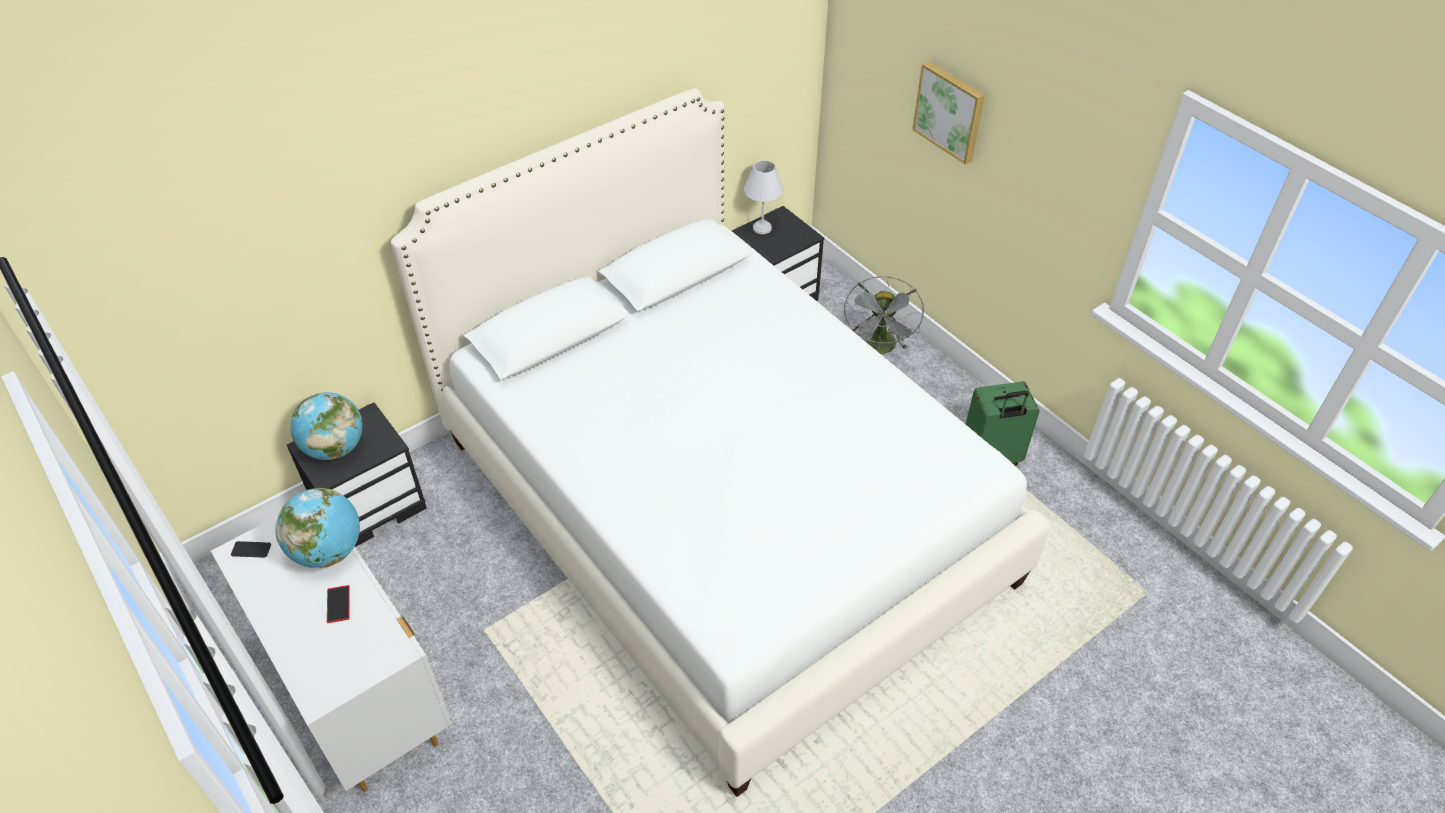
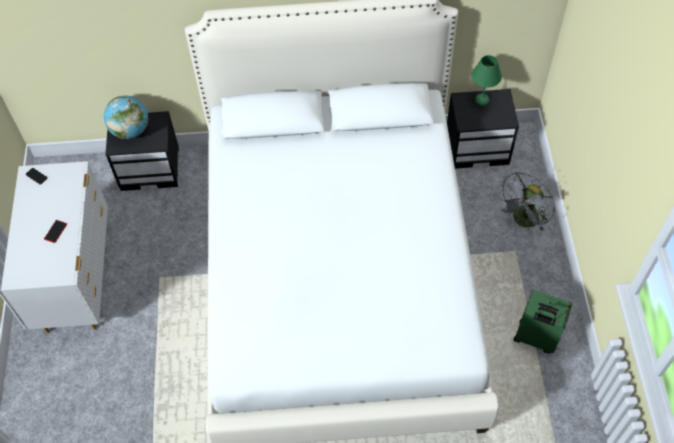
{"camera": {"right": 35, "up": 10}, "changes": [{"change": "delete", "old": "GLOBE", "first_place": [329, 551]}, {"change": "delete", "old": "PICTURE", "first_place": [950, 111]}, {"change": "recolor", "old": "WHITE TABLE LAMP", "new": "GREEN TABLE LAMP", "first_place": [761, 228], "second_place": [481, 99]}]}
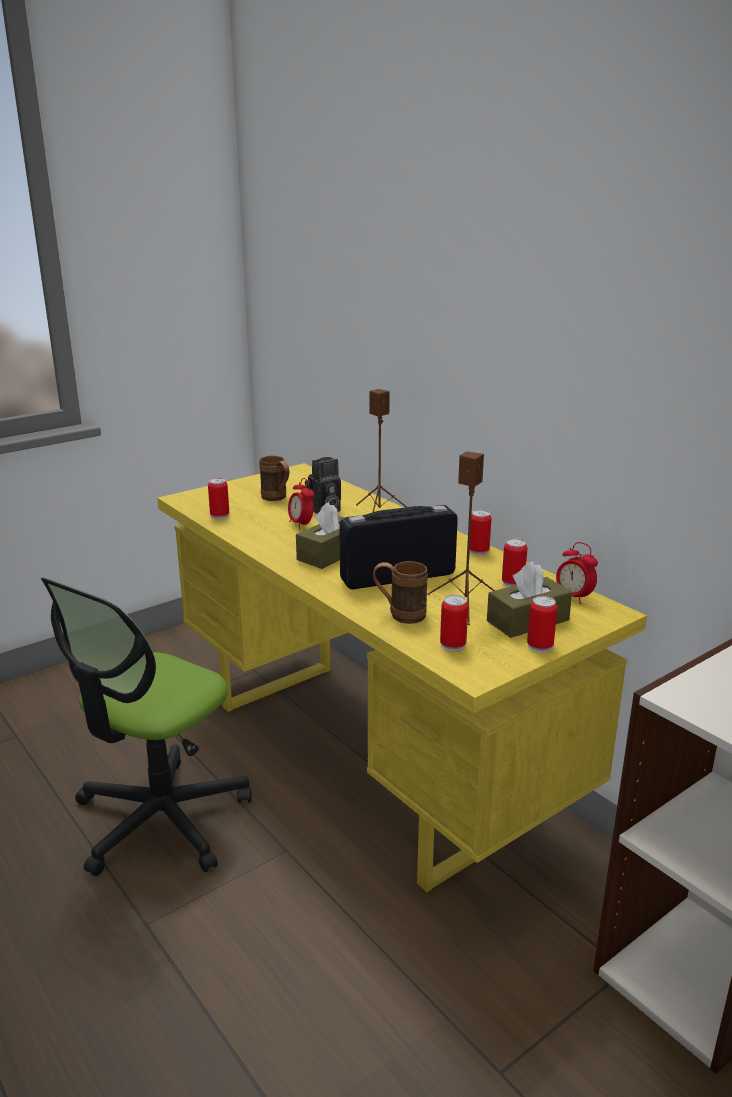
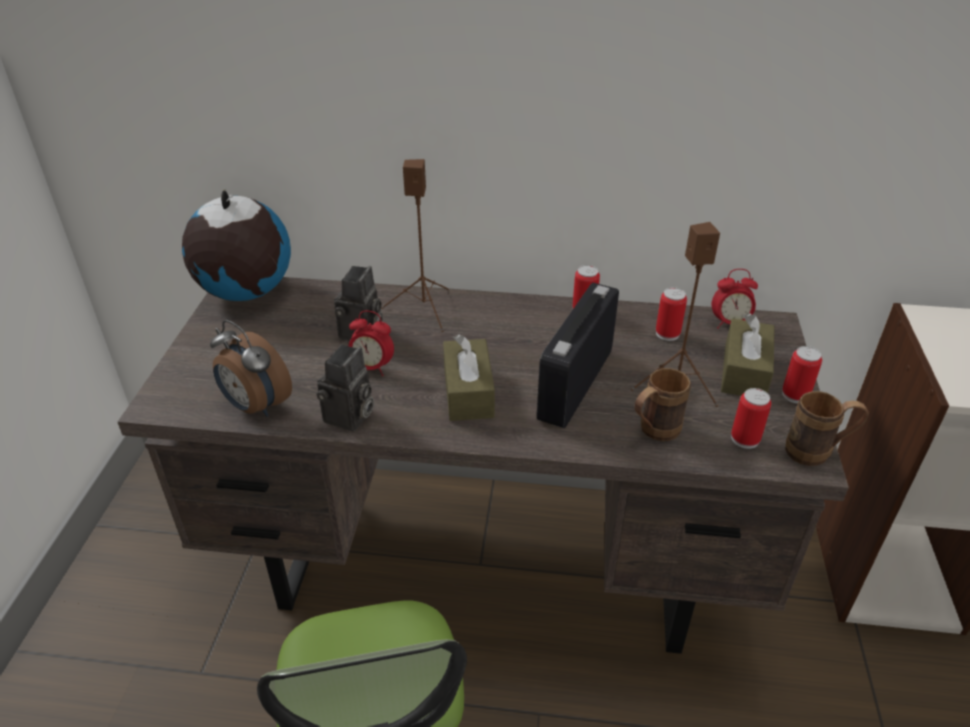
{"camera": {"right": -45, "up": 15}, "changes": [{"change": "insert", "new": "GLOBE", "second_place": [245, 292]}, {"change": "insert", "new": "PHOTO CAMERA", "second_place": [349, 418]}, {"change": "move", "old": "BROWN MUG", "first_place": [277, 498], "second_place": [817, 453]}, {"change": "replace", "old": "CAN", "new": "ALARM CLOCK", "first_place": [219, 516], "second_place": [255, 406]}, {"change": "recolor", "old": "YELLOW DESK", "new": "BROWN DESK", "first_place": [369, 759], "second_place": [488, 562]}]}
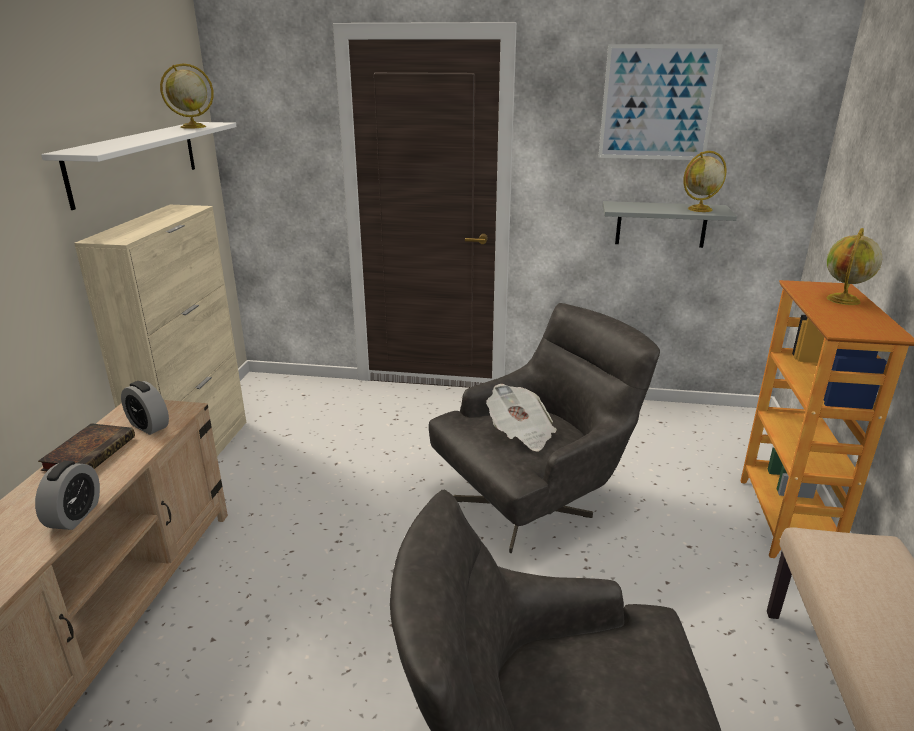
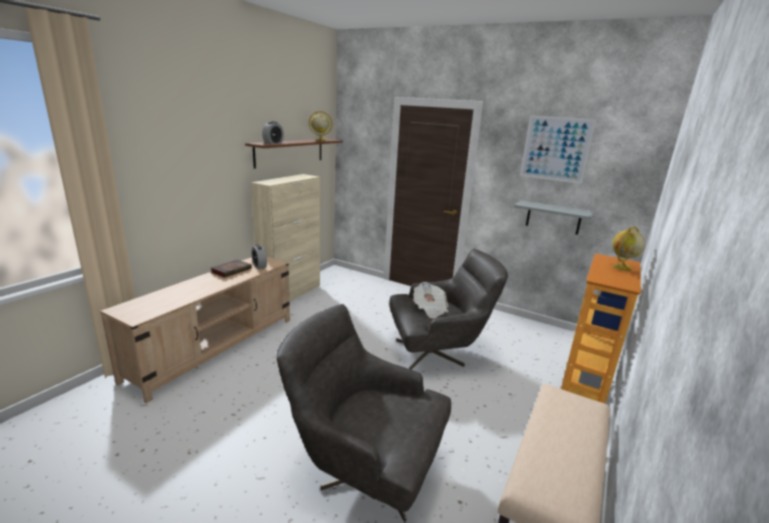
{"camera": {"right": 20, "up": -5}, "changes": [{"change": "delete", "old": "GLOBE", "first_place": [699, 209]}, {"change": "move", "old": "ALARM CLOCK", "first_place": [75, 516], "second_place": [273, 143]}, {"change": "recolor", "old": "WHITE SHELF", "new": "BROWN SHELF", "first_place": [135, 161], "second_place": [290, 152]}]}
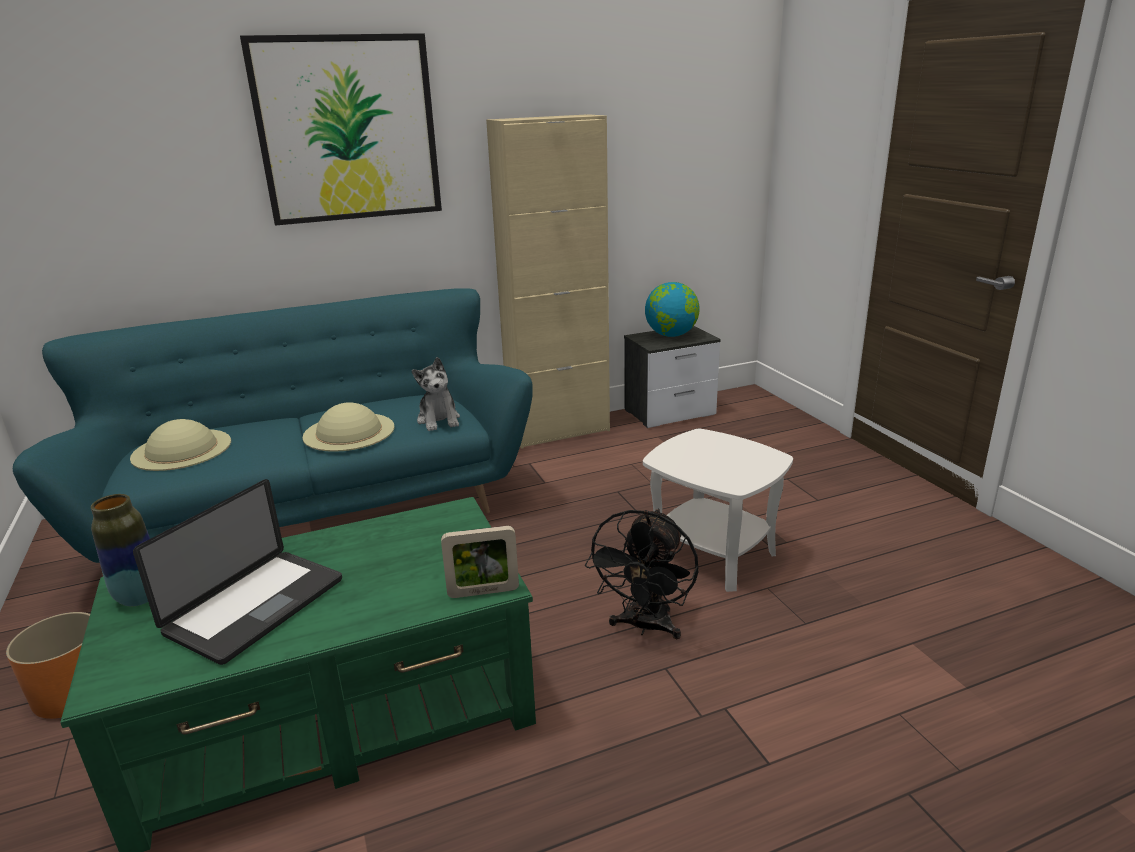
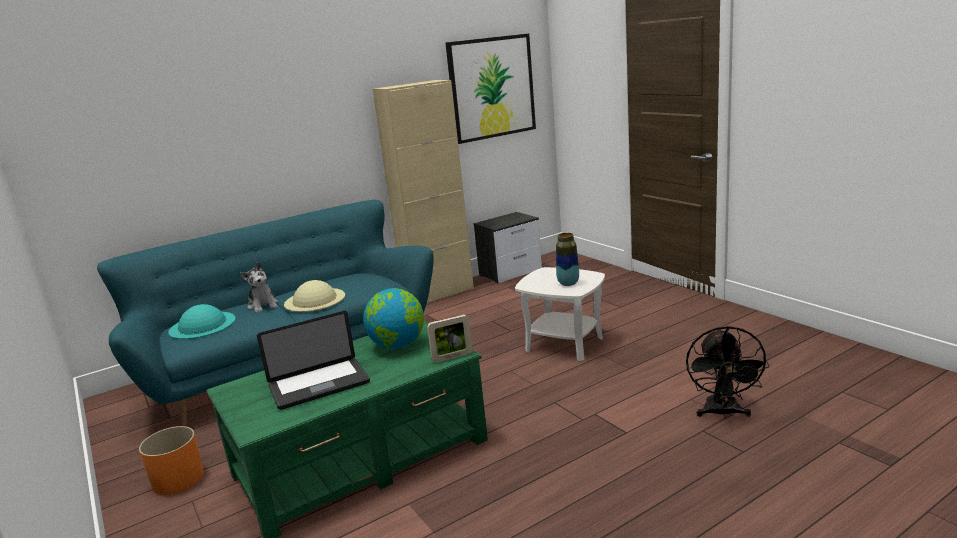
{"camera": {"right": -10, "up": -5}, "changes": [{"change": "move", "old": "VASE", "first_place": [140, 597], "second_place": [568, 283]}, {"change": "move", "old": "PICTURE", "first_place": [348, 130], "second_place": [491, 88]}, {"change": "move", "old": "PLUSH TOY", "first_place": [439, 420], "second_place": [263, 305]}, {"change": "move", "old": "BLACK FAN", "first_place": [645, 627], "second_place": [722, 413]}, {"change": "move", "old": "GLOBE", "first_place": [671, 335], "second_place": [398, 345]}, {"change": "recolor", "old": "BEIGE HAT", "new": "TURQUOISE HAT", "first_place": [181, 449], "second_place": [202, 325]}, {"change": "rotate", "old": "LAPTOP", "first_place": [256, 606], "second_place": [319, 385], "degrees": 45}]}
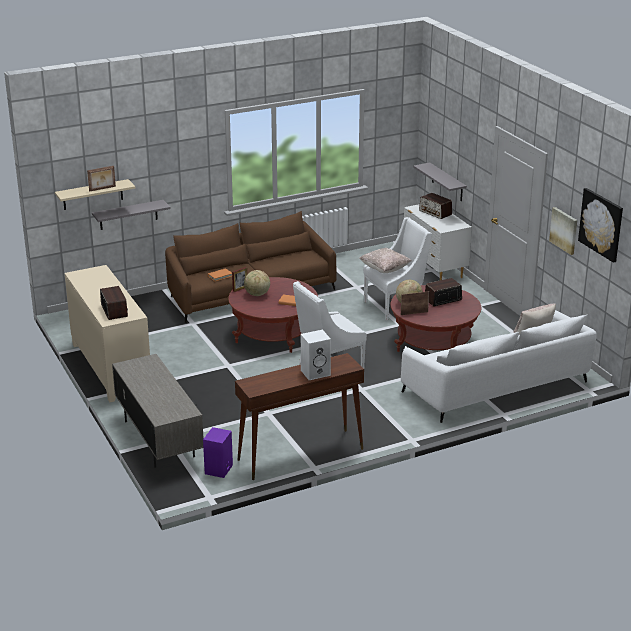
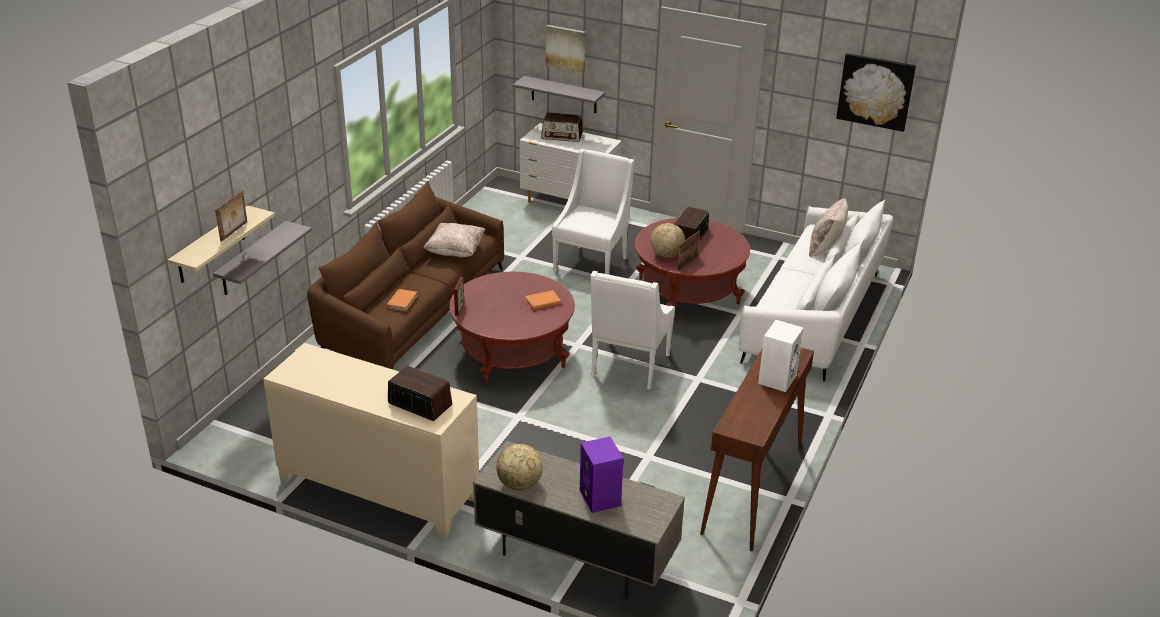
{"camera": {"right": -40, "up": 5}, "changes": [{"change": "move", "old": "PURPLE SPEAKER", "first_place": [219, 470], "second_place": [601, 498]}, {"change": "move", "old": "GLOBE", "first_place": [257, 294], "second_place": [519, 485]}, {"change": "move", "old": "BEIGE PILLOW", "first_place": [384, 269], "second_place": [455, 252]}, {"change": "move", "old": "PICTURE", "first_place": [564, 230], "second_place": [566, 48]}]}
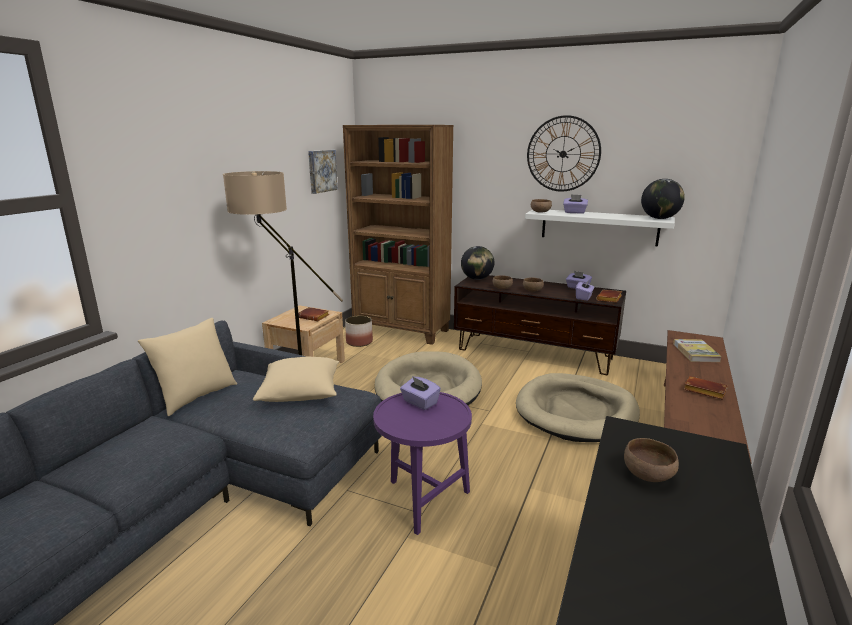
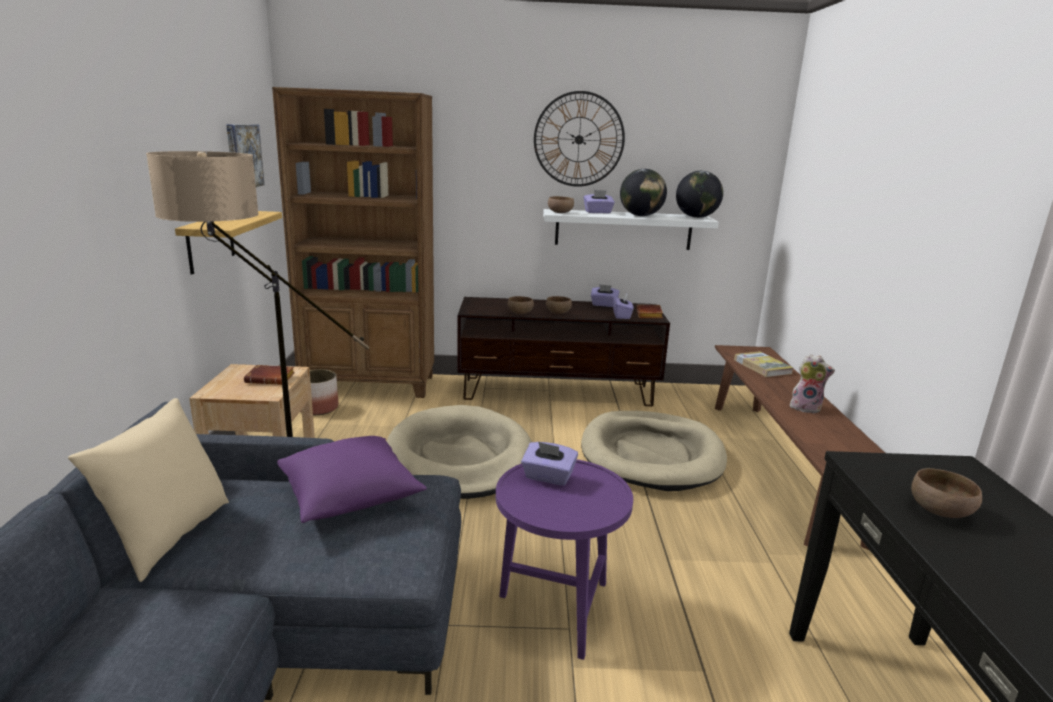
{"camera": {"right": -25, "up": 0}, "changes": [{"change": "insert", "new": "SHELF", "second_place": [210, 241]}, {"change": "move", "old": "GLOBE", "first_place": [477, 279], "second_place": [641, 216]}, {"change": "replace", "old": "BROWN BOOK", "new": "PLUSH TOY", "first_place": [703, 391], "second_place": [806, 408]}, {"change": "recolor", "old": "BEIGE PILLOW", "new": "PURPLE PILLOW", "first_place": [301, 394], "second_place": [351, 498]}]}
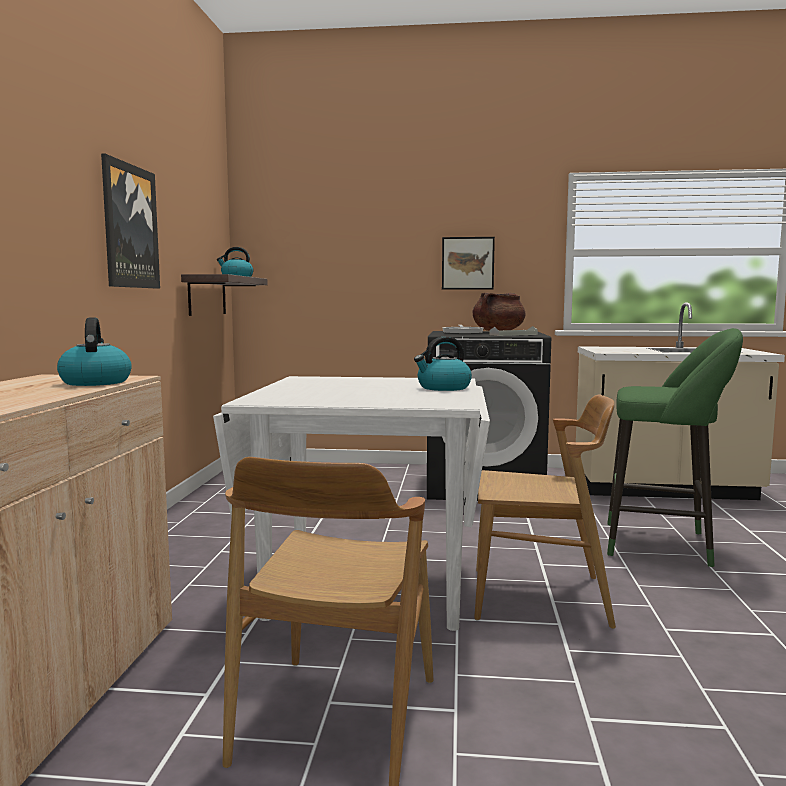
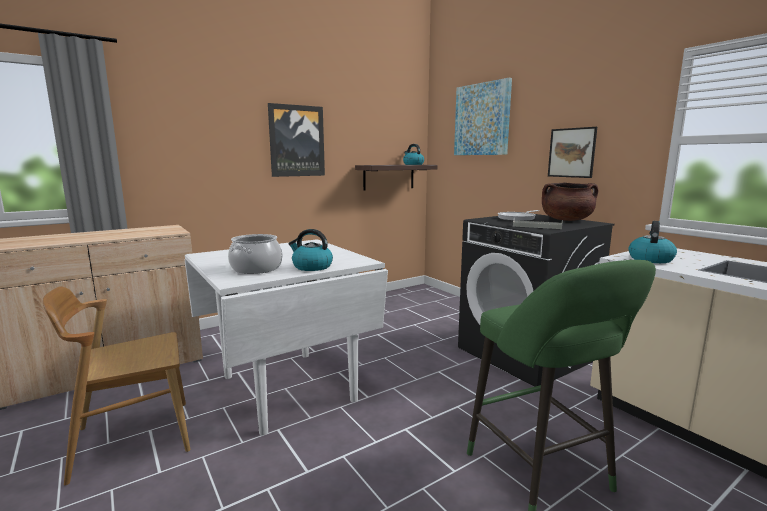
{"camera": {"right": 50, "up": 5}, "changes": [{"change": "delete", "old": "BROWN CHAIR", "first_place": [540, 597]}, {"change": "insert", "new": "COOKING POT", "second_place": [256, 269]}, {"change": "insert", "new": "PICTURE", "second_place": [482, 119]}, {"change": "move", "old": "KETTLE", "first_place": [95, 382], "second_place": [650, 259]}]}
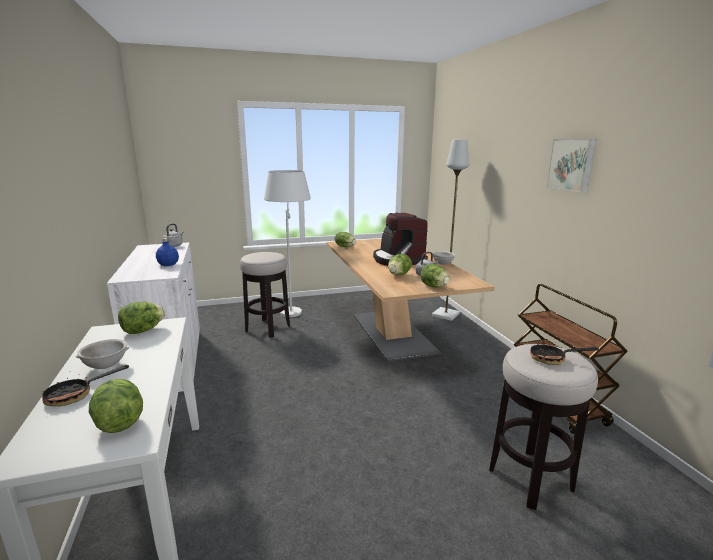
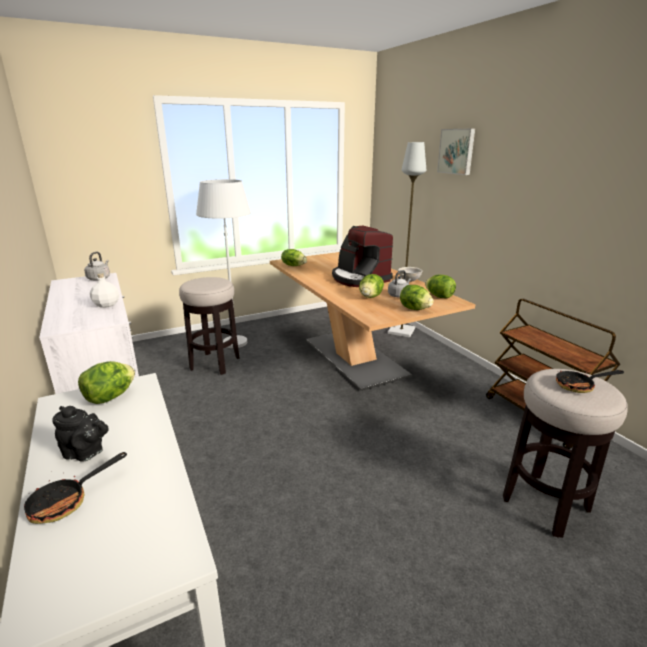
{"camera": {"right": -10, "up": 5}, "changes": [{"change": "move", "old": "LETTUCE", "first_place": [119, 422], "second_place": [439, 296]}, {"change": "move", "old": "PICTURE", "first_place": [572, 164], "second_place": [457, 151]}, {"change": "replace", "old": "GREY BOWL", "new": "BLACK TEAPOT", "first_place": [105, 366], "second_place": [86, 453]}, {"change": "recolor", "old": "BLUE BOTTLE", "new": "WHITE BOTTLE", "first_place": [168, 264], "second_place": [106, 305]}]}
